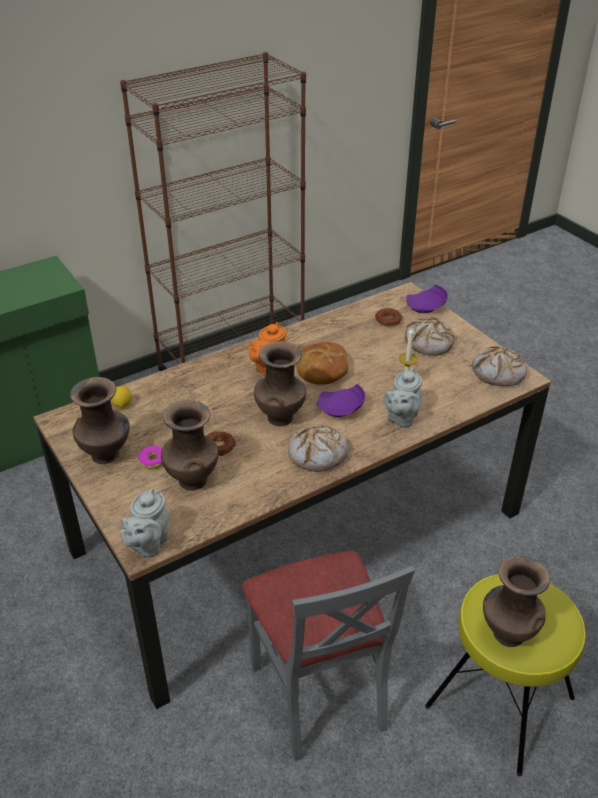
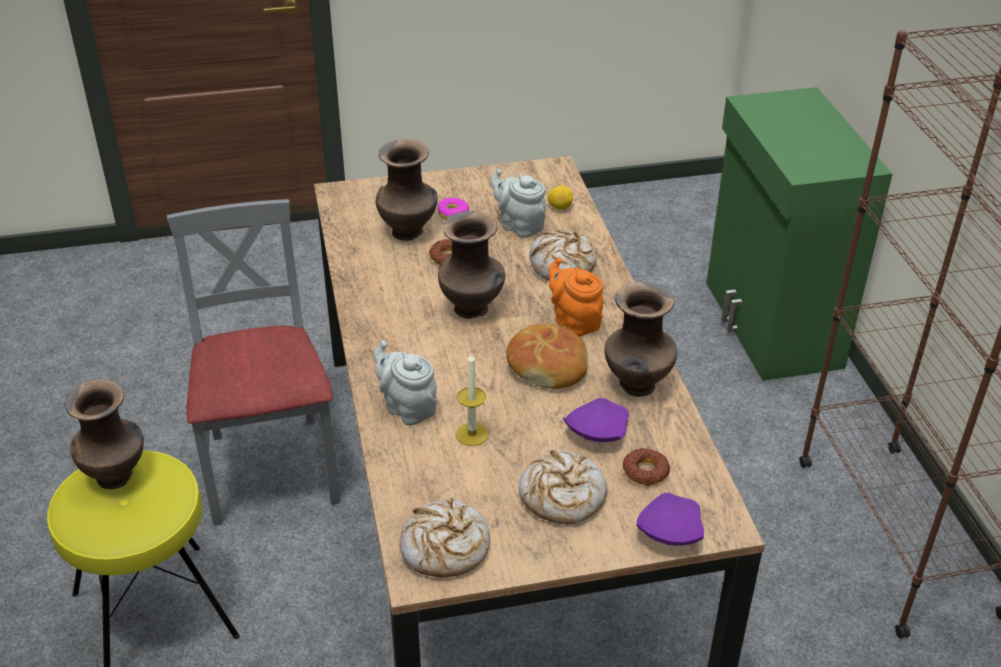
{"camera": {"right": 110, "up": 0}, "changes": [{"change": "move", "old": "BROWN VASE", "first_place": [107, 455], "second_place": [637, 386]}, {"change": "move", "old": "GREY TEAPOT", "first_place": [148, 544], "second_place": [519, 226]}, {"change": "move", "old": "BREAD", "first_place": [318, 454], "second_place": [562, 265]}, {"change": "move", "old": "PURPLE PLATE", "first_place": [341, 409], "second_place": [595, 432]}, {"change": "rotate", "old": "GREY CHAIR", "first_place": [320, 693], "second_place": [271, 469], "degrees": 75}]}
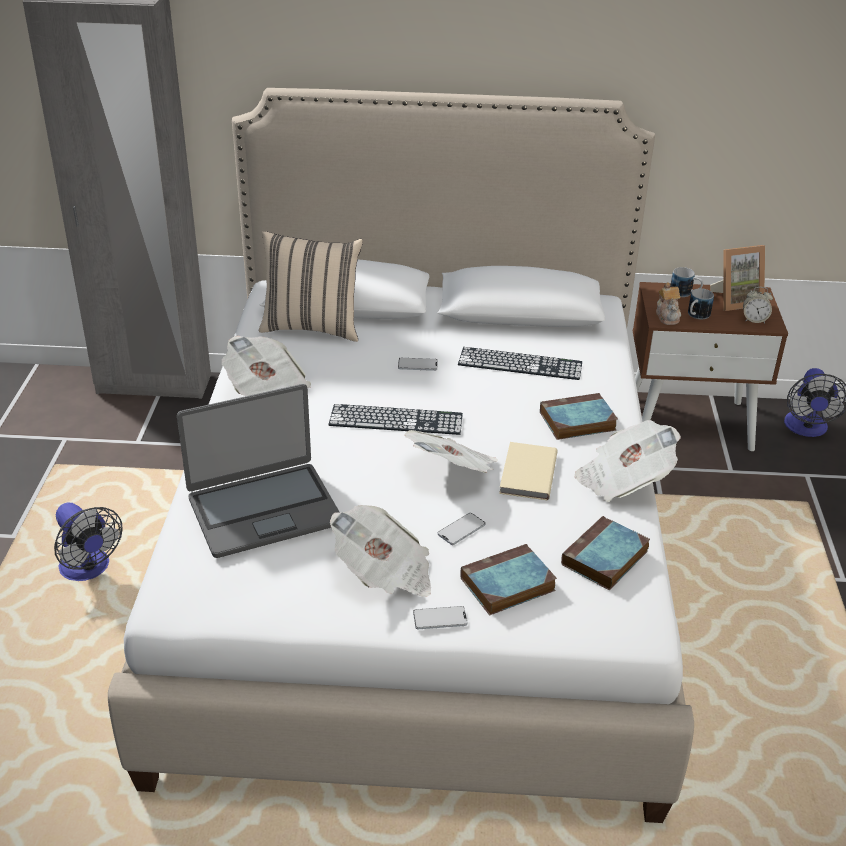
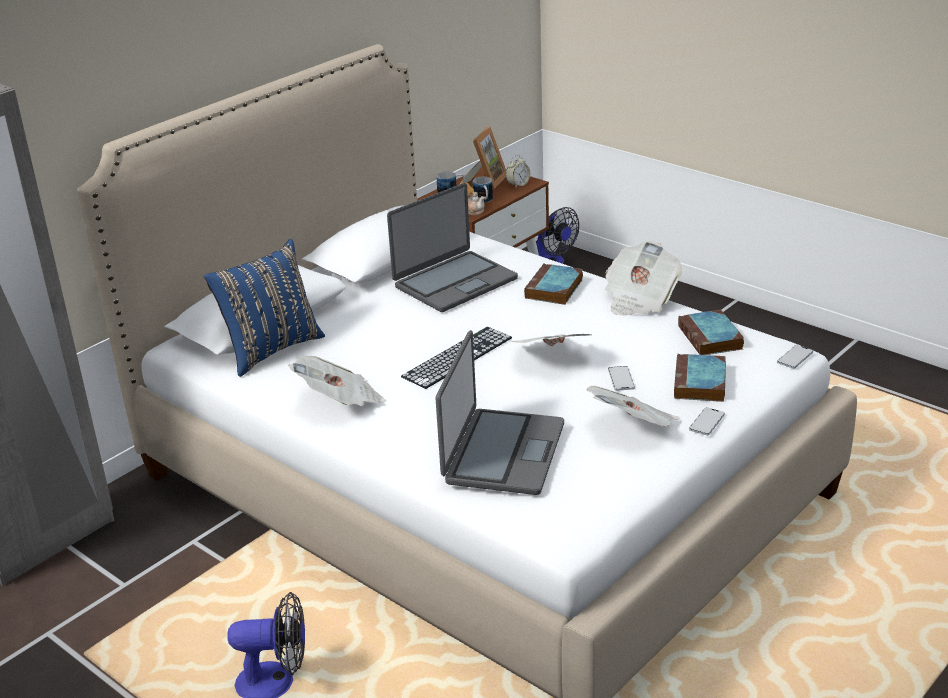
{"camera": {"right": -50, "up": -5}, "changes": [{"change": "delete", "old": "BEIGE BOOK", "first_place": [526, 474]}, {"change": "move", "old": "PHONE", "first_place": [417, 365], "second_place": [795, 357]}, {"change": "replace", "old": "KEYBOARD", "new": "LAPTOP", "first_place": [520, 363], "second_place": [454, 282]}, {"change": "recolor", "old": "BEIGE PILLOW", "new": "BLUE PILLOW", "first_place": [312, 327], "second_place": [271, 349]}]}
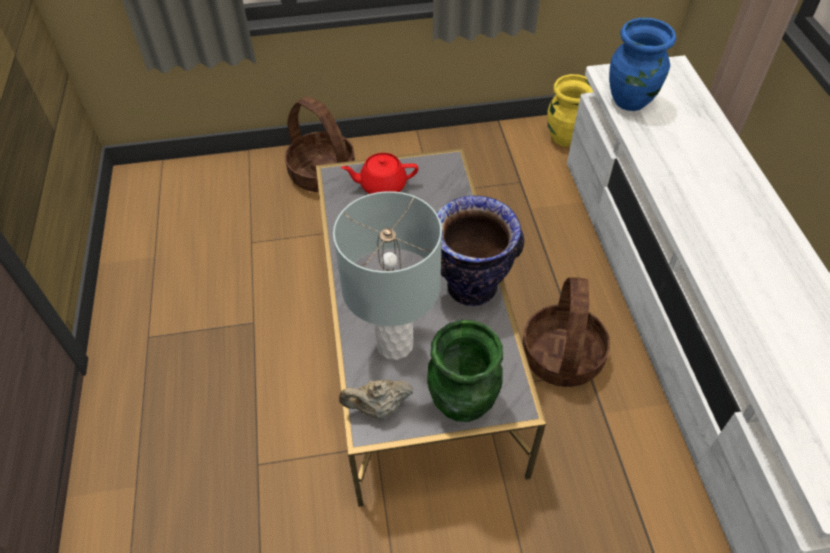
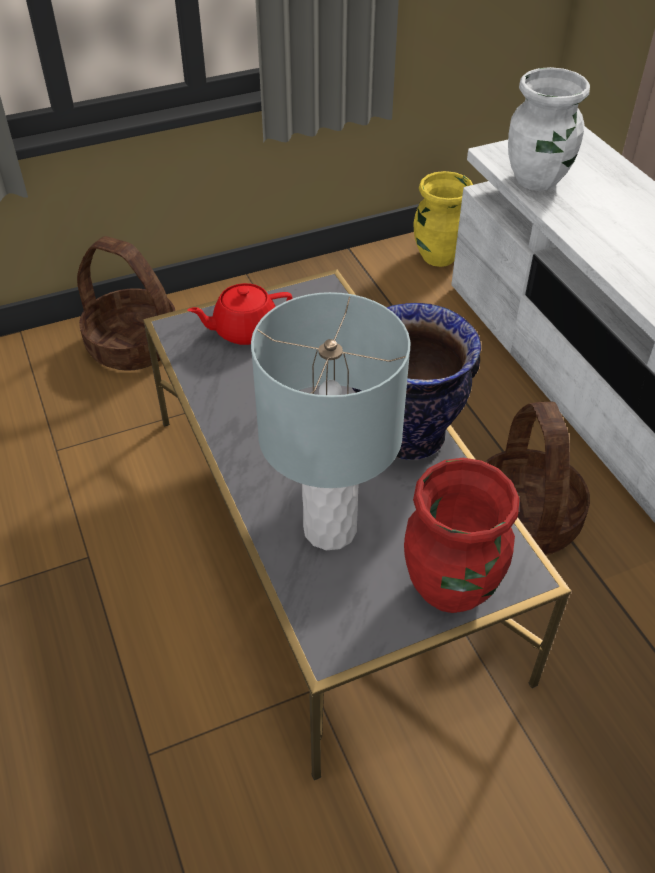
{"camera": {"right": -15, "up": -5}, "changes": [{"change": "delete", "old": "BEIGE TEAPOT", "first_place": [378, 408]}, {"change": "recolor", "old": "GREEN VASE", "new": "RED VASE", "first_place": [463, 403], "second_place": [452, 588]}, {"change": "recolor", "old": "BLUE VASE", "new": "WHITE VASE", "first_place": [630, 101], "second_place": [537, 180]}]}
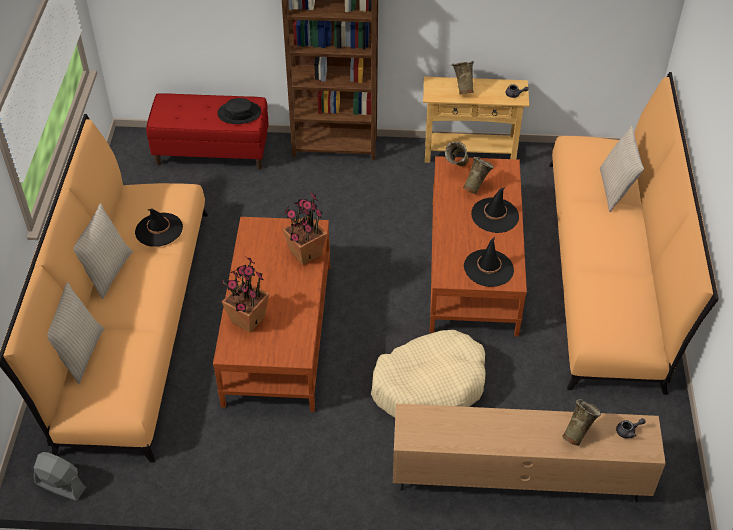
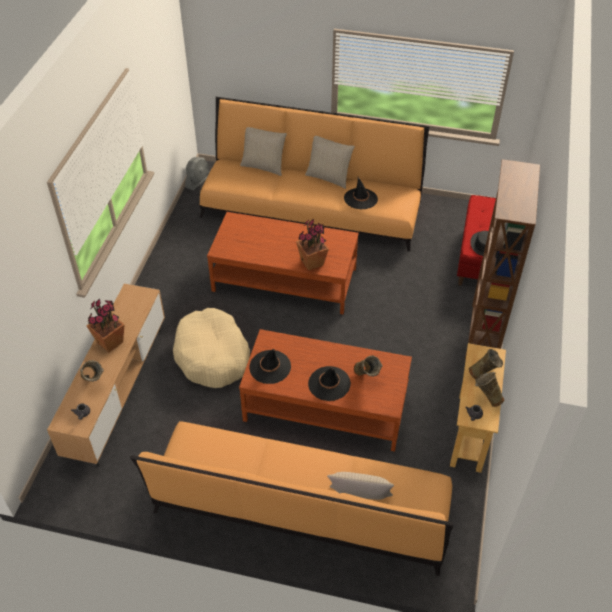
{"camera": {"right": 100, "up": 0}, "changes": [{"change": "move", "old": "POTTED PLANT", "first_place": [247, 320], "second_place": [110, 342]}, {"change": "move", "old": "BEIGE VASE", "first_place": [456, 170], "second_place": [486, 399]}]}
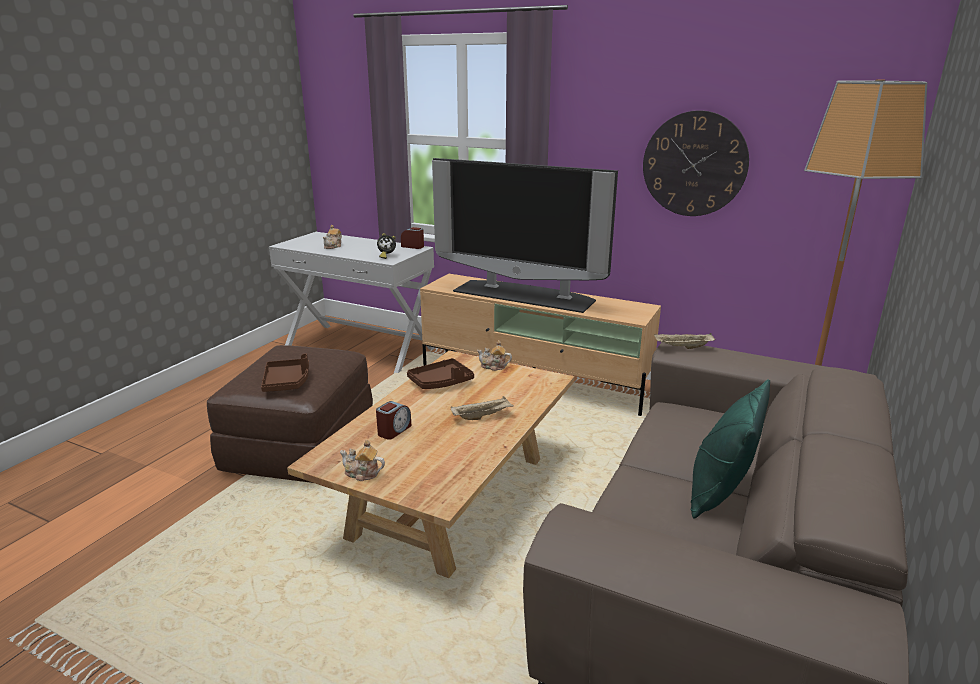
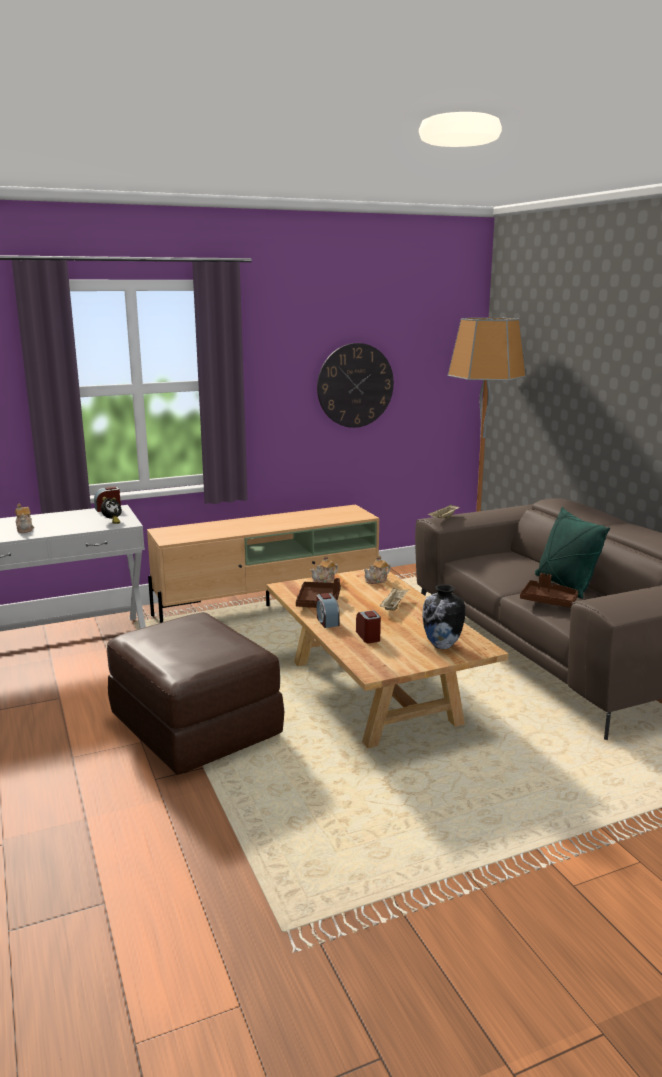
{"camera": {"right": -50, "up": -5}, "changes": [{"change": "delete", "old": "TELEVISION", "first_place": [524, 295]}, {"change": "insert", "new": "ALARM CLOCK", "second_place": [327, 621]}, {"change": "insert", "new": "VASE", "second_place": [442, 645]}, {"change": "move", "old": "BROWN TRAY", "first_place": [287, 382], "second_place": [548, 601]}, {"change": "move", "old": "TEAPOT", "first_place": [362, 473], "second_place": [377, 580]}]}
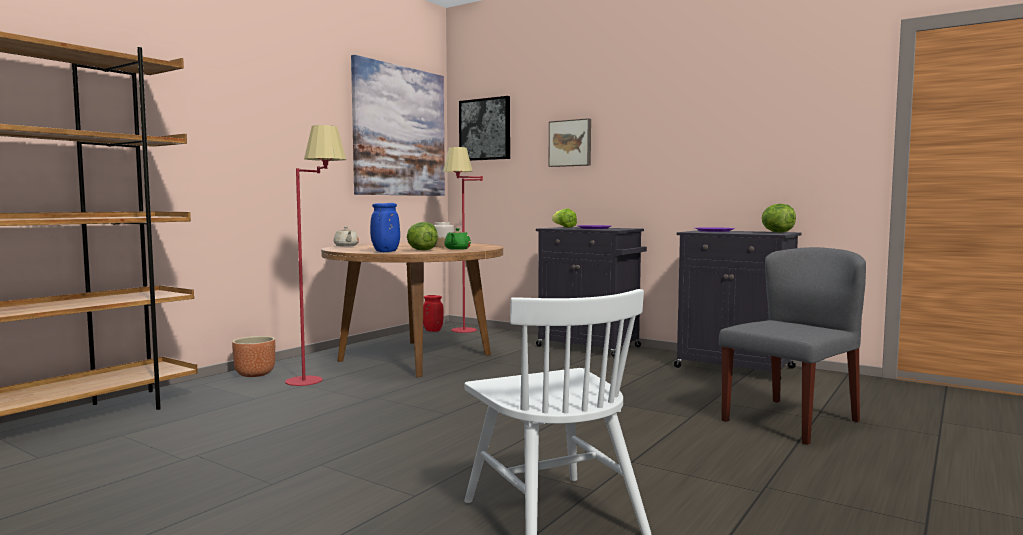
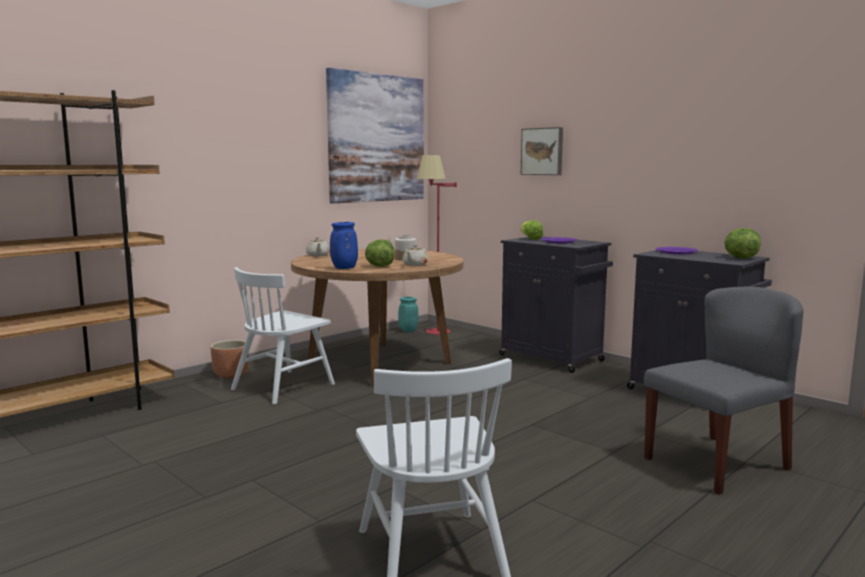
{"camera": {"right": 10, "up": 5}, "changes": [{"change": "delete", "old": "PICTURE", "first_place": [485, 129]}, {"change": "replace", "old": "RED FLOOR LAMP", "new": "WHITE CHAIR", "first_place": [319, 381], "second_place": [283, 386]}, {"change": "recolor", "old": "RED VASE", "new": "TURQUOISE VASE", "first_place": [432, 331], "second_place": [407, 331]}, {"change": "recolor", "old": "GREEN TEAPOT", "new": "BEIGE TEAPOT", "first_place": [457, 249], "second_place": [415, 265]}]}
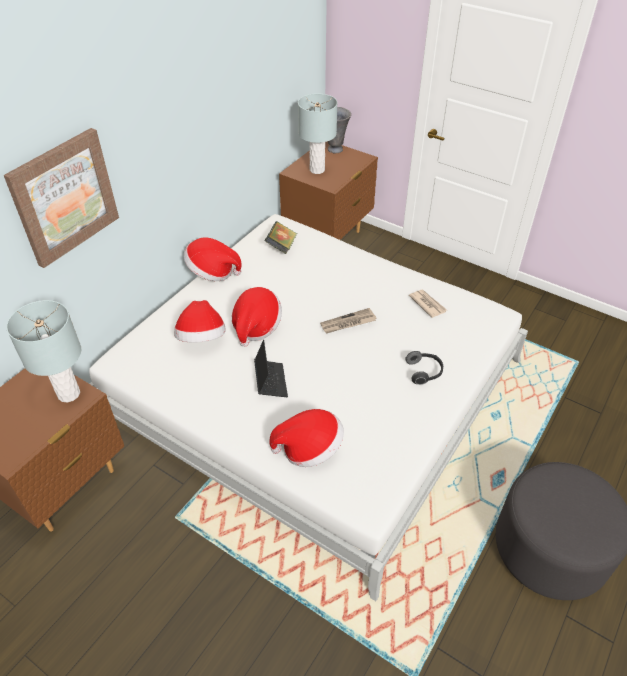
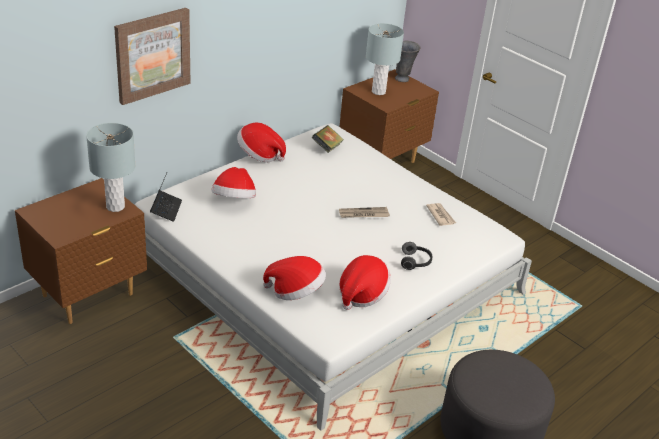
{"camera": {"right": 10, "up": -10}, "changes": [{"change": "move", "old": "HAT", "first_place": [256, 326], "second_place": [361, 294]}, {"change": "move", "old": "LAPTOP", "first_place": [270, 381], "second_place": [166, 209]}]}
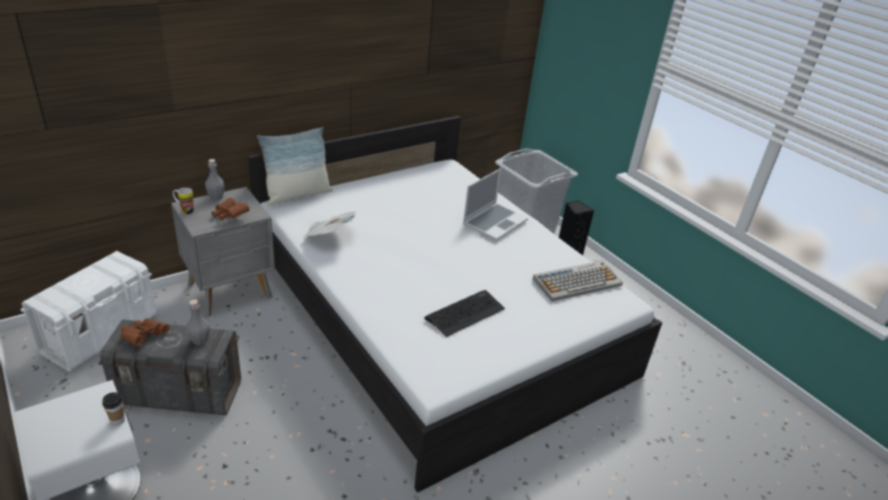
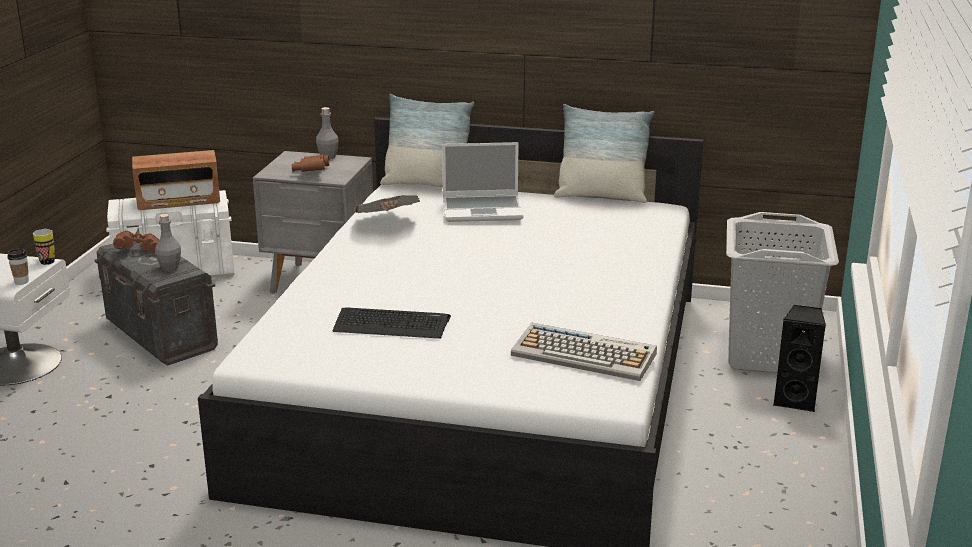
{"camera": {"right": 50, "up": -10}, "changes": [{"change": "insert", "new": "RADIO", "second_place": [178, 201]}, {"change": "insert", "new": "PILLOW", "second_place": [601, 196]}, {"change": "move", "old": "MUG", "first_place": [184, 211], "second_place": [46, 260]}, {"change": "move", "old": "LAPTOP", "first_place": [494, 222], "second_place": [483, 210]}]}
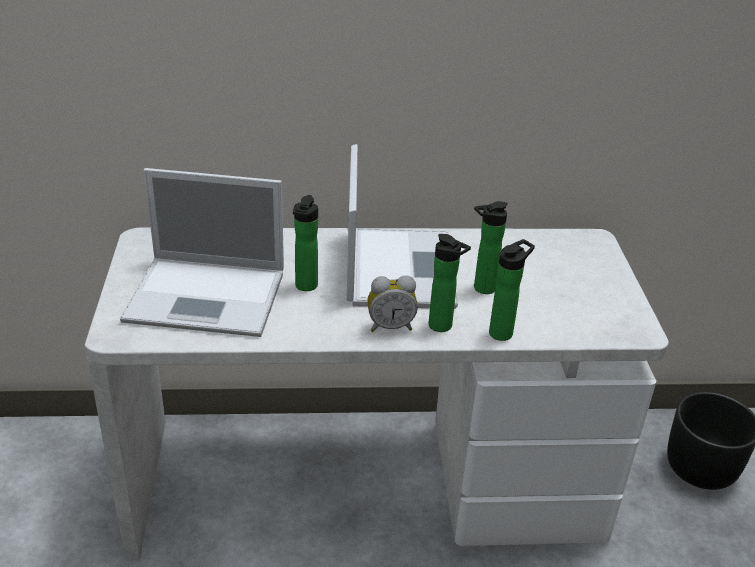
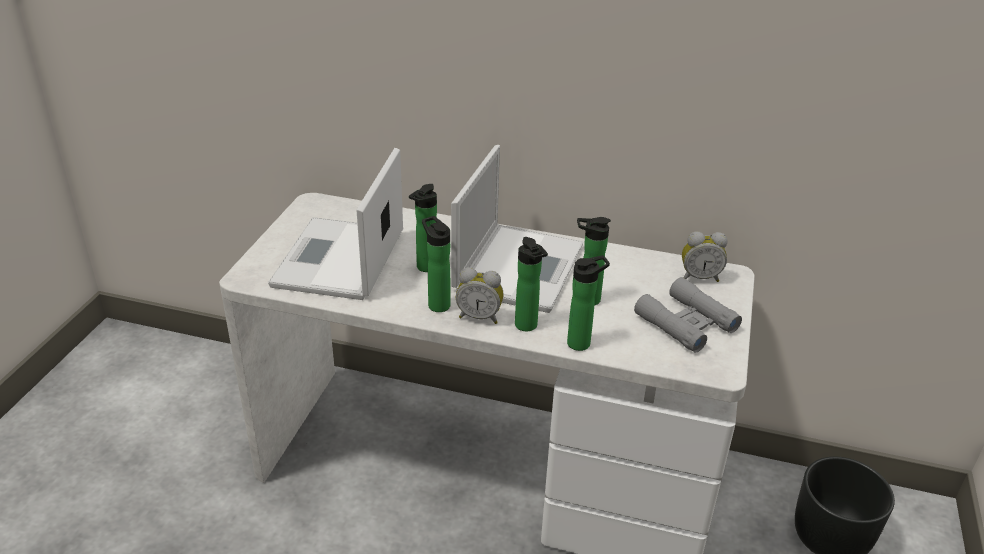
{"camera": {"right": 20, "up": 0}, "changes": [{"change": "insert", "new": "BOTTLE", "second_place": [437, 304]}, {"change": "insert", "new": "GREY BINOCULARS", "second_place": [686, 323]}, {"change": "insert", "new": "ALARM CLOCK", "second_place": [699, 277]}, {"change": "rotate", "old": "LAPTOP", "first_place": [209, 296], "second_place": [339, 261], "degrees": 75}]}
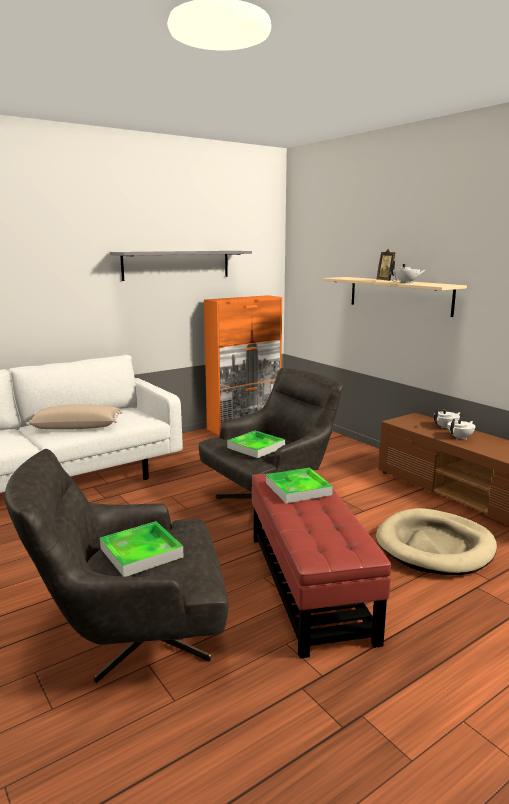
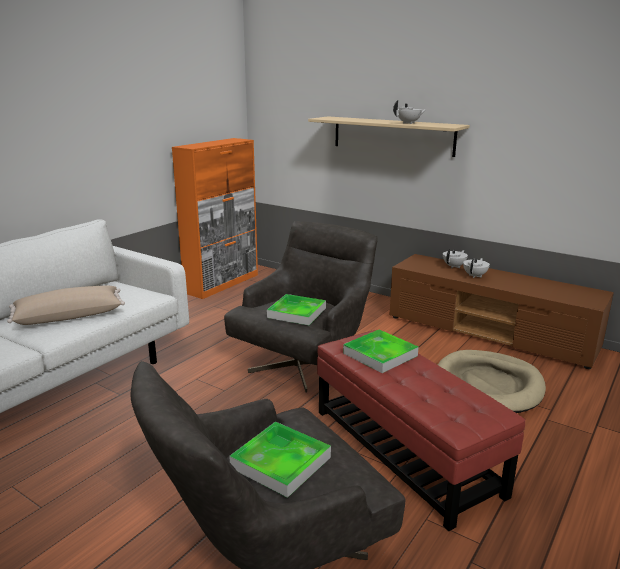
{"camera": {"right": -20, "up": 5}, "changes": [{"change": "delete", "old": "GREY SHELF", "first_place": [177, 265]}, {"change": "delete", "old": "PICTURE FRAME", "first_place": [386, 281]}]}
